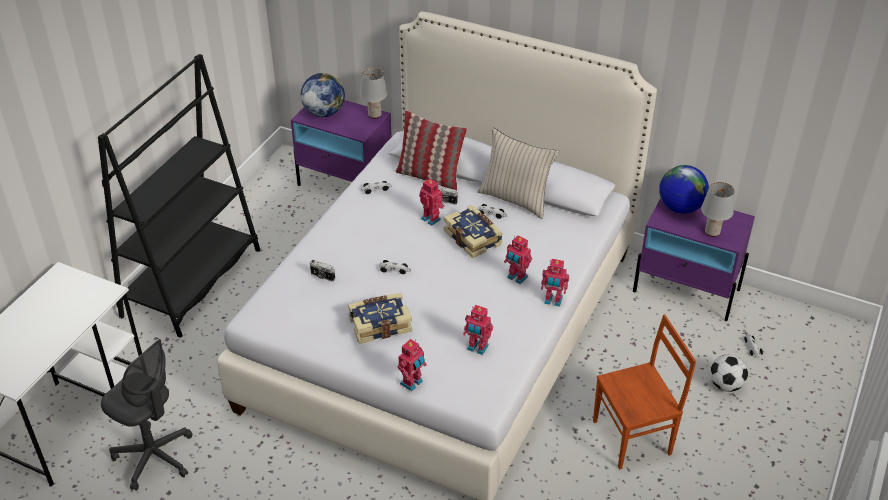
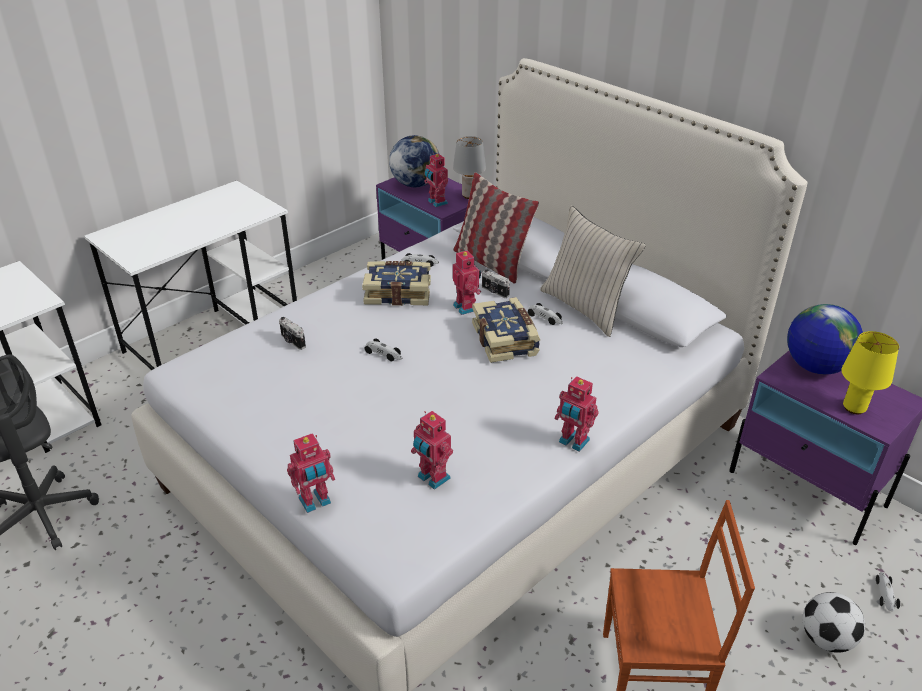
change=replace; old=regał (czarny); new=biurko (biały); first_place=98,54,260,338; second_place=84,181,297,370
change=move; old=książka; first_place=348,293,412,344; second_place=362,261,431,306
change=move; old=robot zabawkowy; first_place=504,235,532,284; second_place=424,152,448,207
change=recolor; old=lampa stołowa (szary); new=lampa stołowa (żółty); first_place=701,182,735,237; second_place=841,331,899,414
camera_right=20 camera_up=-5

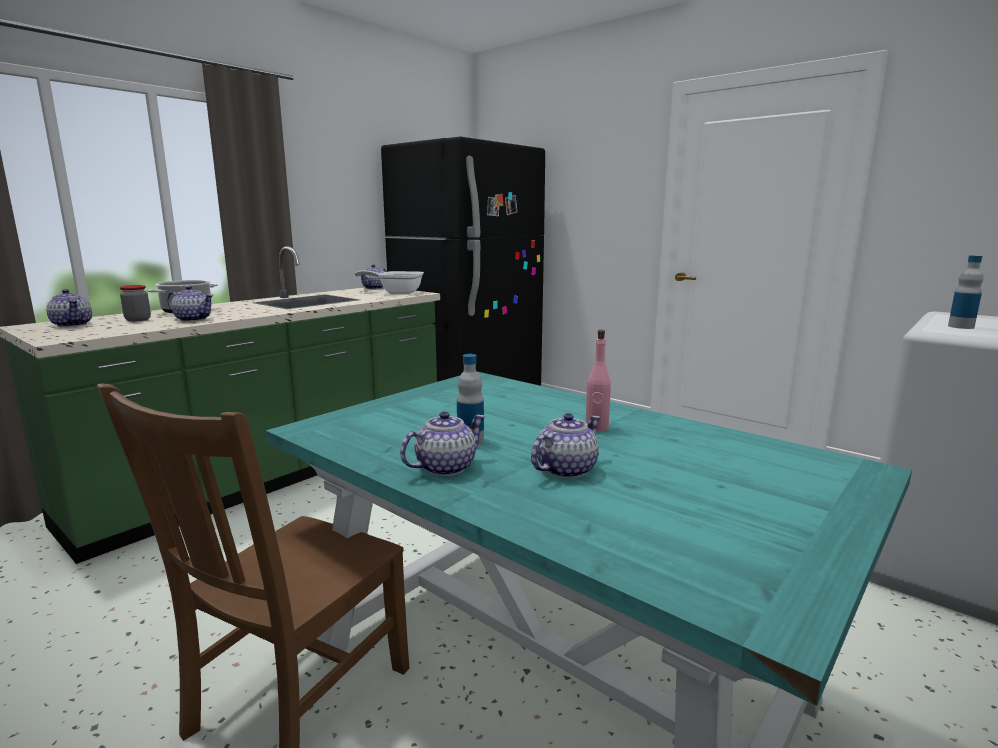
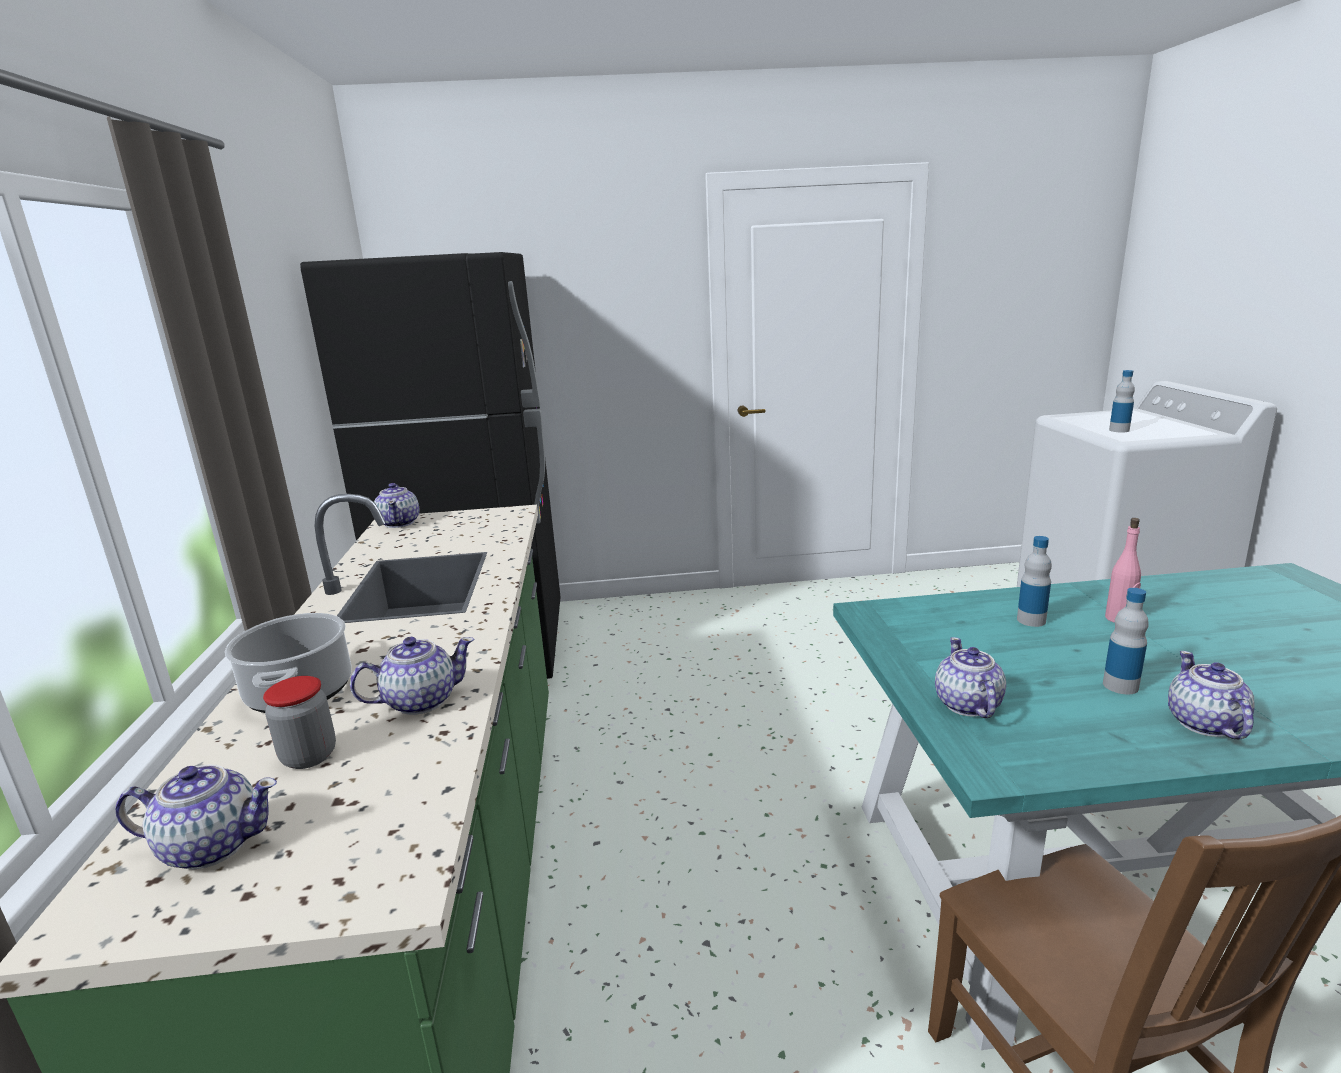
change=delete; old=patelnia; first_place=355,271,424,295
change=move; old=imbryk; first_place=531,413,601,478; second_place=935,637,1006,718
change=insert; new=butelka; second_place=1017,536,1052,627
camera_right=-45 camera_up=5

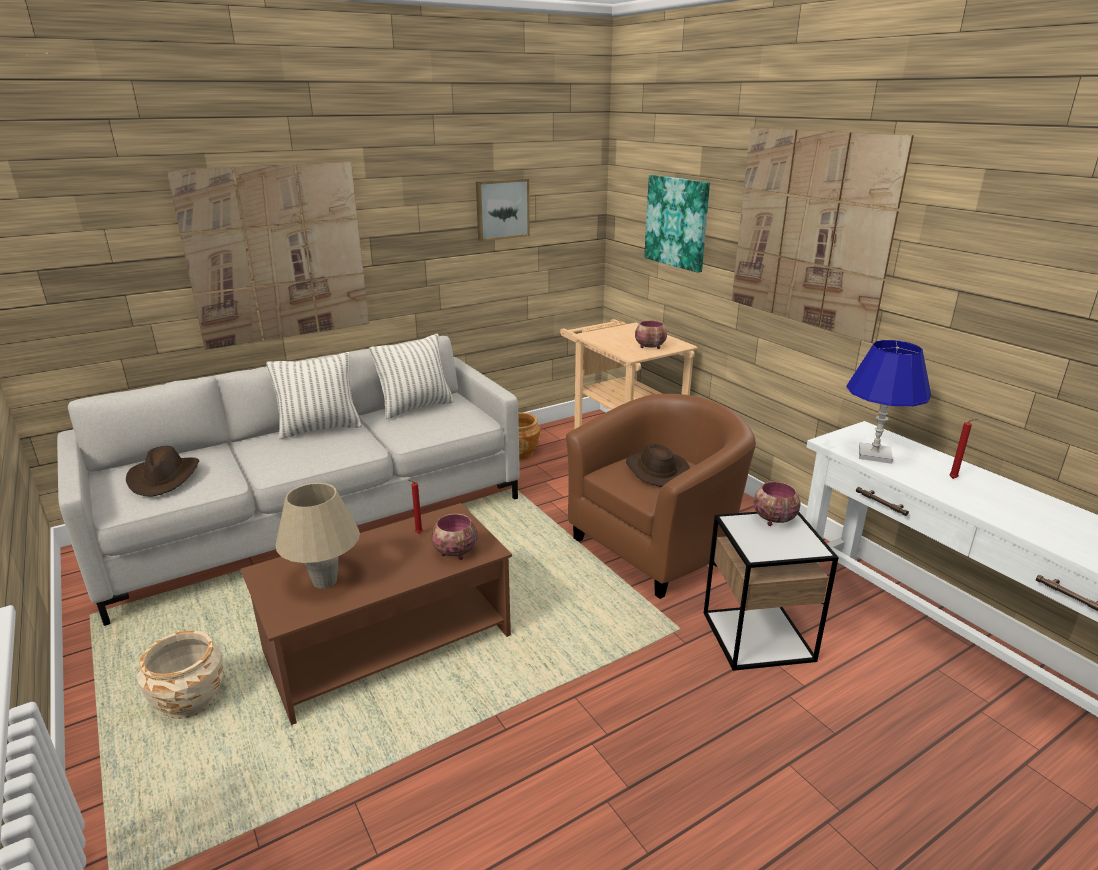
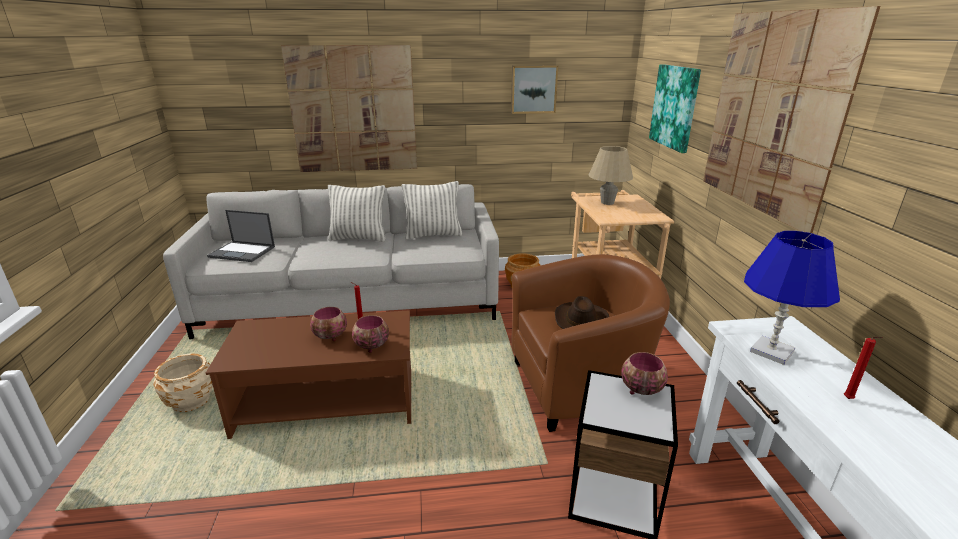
change=replace; old=kapelusz (brązowy); new=laptop; first_place=126,446,199,497; second_place=207,210,275,262
change=move; old=lampa stołowa (beżowy); first_place=276,483,360,589; second_place=588,146,633,205
change=move; old=miska; first_place=635,321,667,349; second_place=310,307,347,341
camera_right=25 camera_up=0

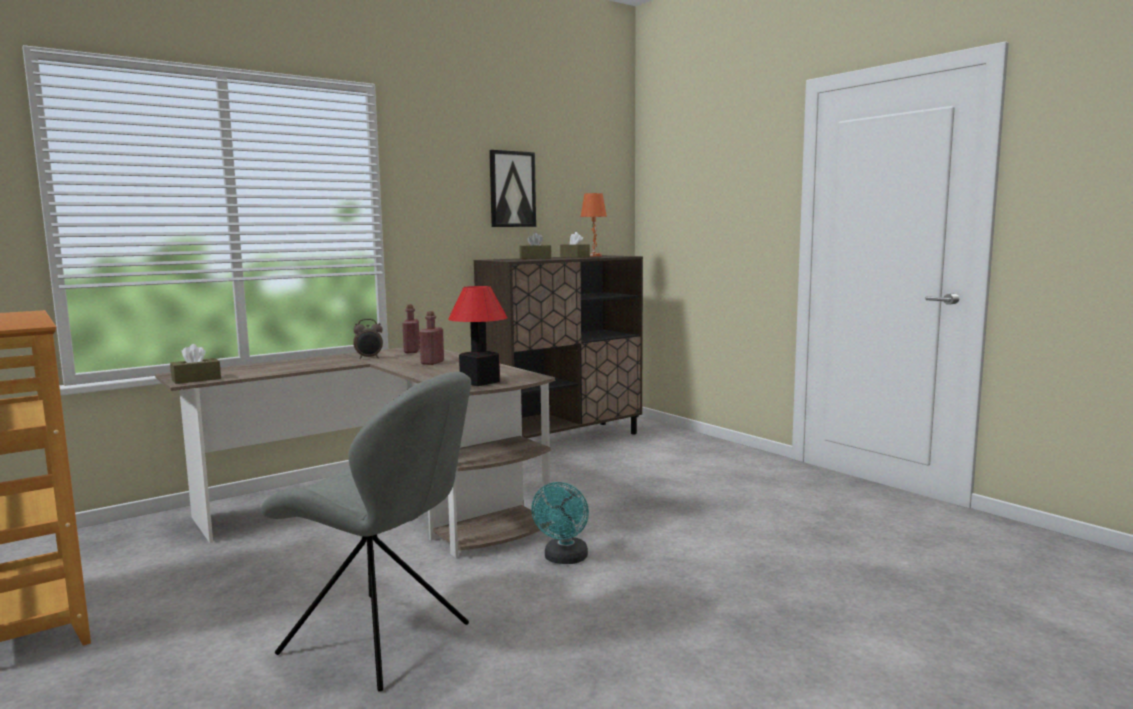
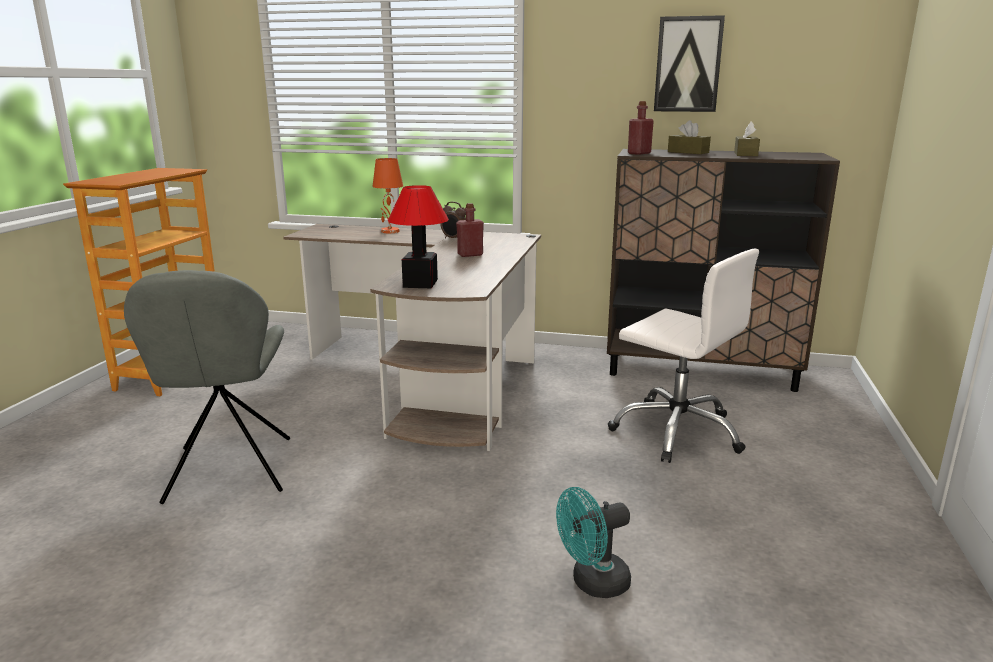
change=delete; old=pudełko chusteczek (brązowy); first_place=170,344,221,384
change=move; old=butelka (czerwony); first_place=402,304,420,353; second_place=628,101,654,155
change=move; old=wentylator (turkusowy); first_place=531,482,589,564; second_place=556,487,631,598
change=move; old=lampa stołowa (pomarańczowy); first_place=581,193,607,256; second_place=372,158,403,233
change=insert; new=krzesło biurowe (biały); second_place=608,249,759,463
camera_right=50 camera_up=10

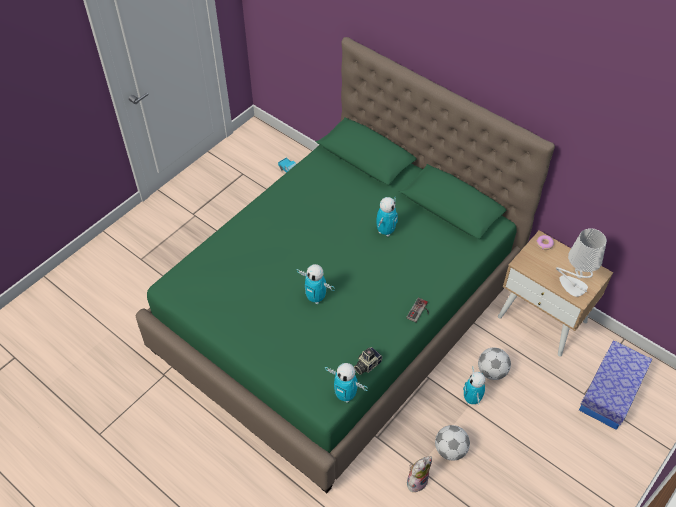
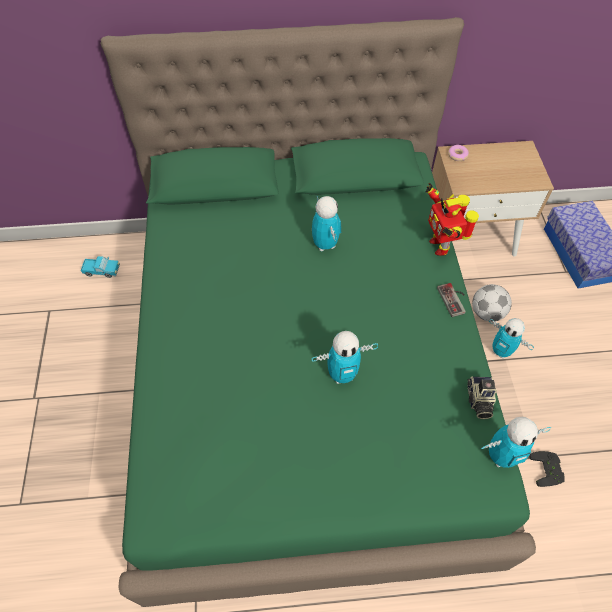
change=replace; old=pluszak; new=pad do gier (czarny); first_place=407,456,432,492; second_place=529,451,564,487
change=delete; old=piłka futbolowa; first_place=435,425,470,461
change=delete; old=lampa stołowa (szary); first_place=556,229,607,297
change=insert; new=robot zabawkowy; second_place=425,183,479,256
camera_right=-45 camera_up=5

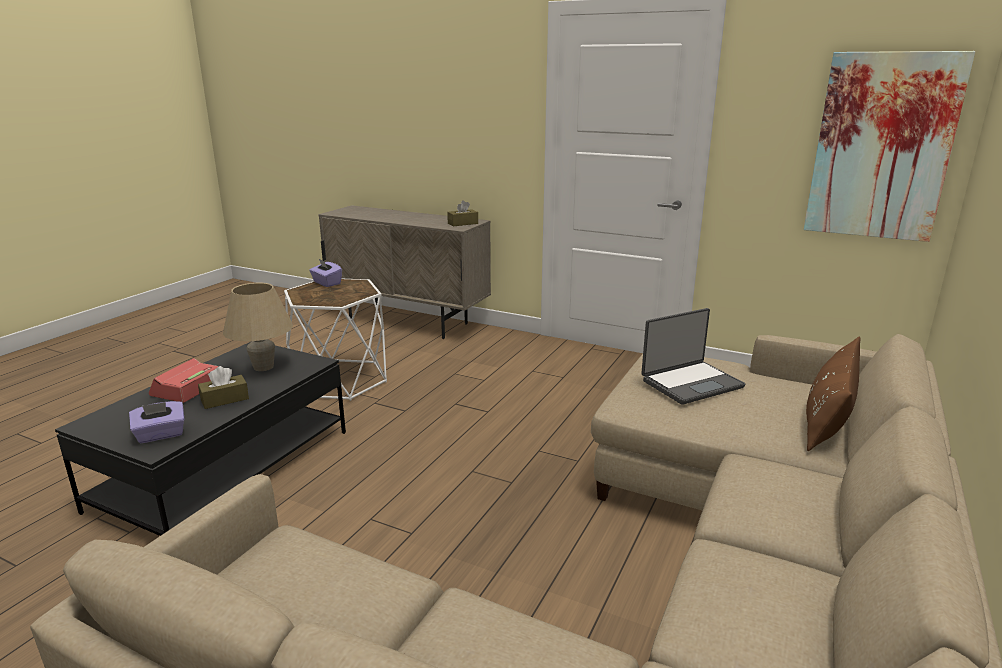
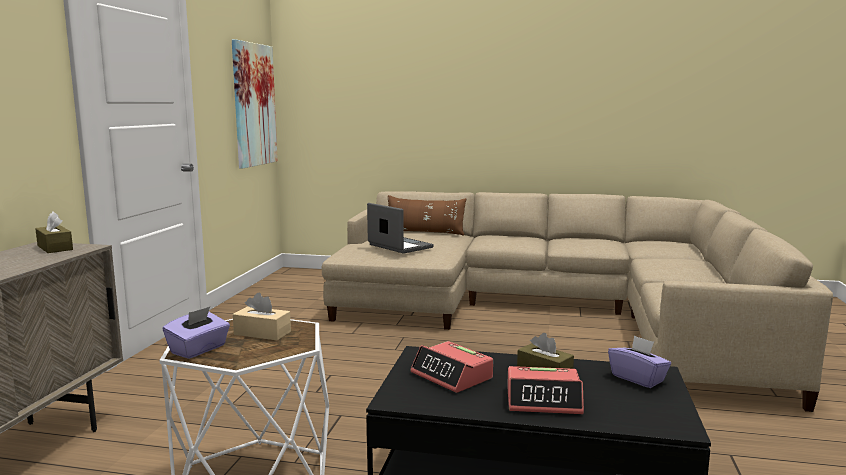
change=replace; old=lampa stołowa (beżowy); new=budzik; first_place=223,283,293,371; second_place=410,341,493,393
change=insert; new=pudełko chusteczek (beżowy); second_place=233,293,291,340
camera_right=-105 camera_up=-10

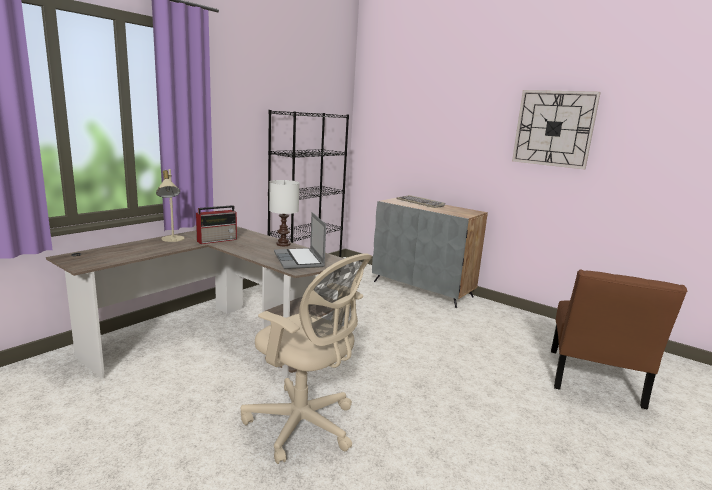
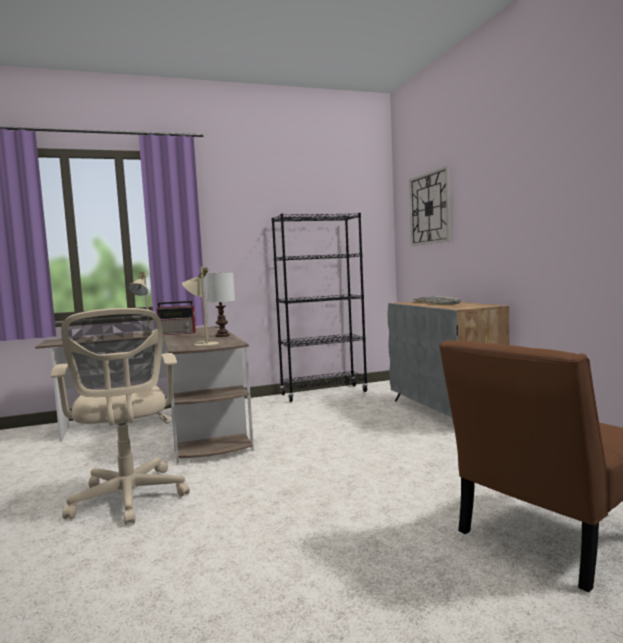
change=replace; old=laptop; new=lampa stołowa (beżowy); first_place=274,212,326,269; second_place=182,266,219,346
change=move; old=zegar ścienny; first_place=512,90,601,169; second_place=409,166,451,246
camera_right=35 camera_up=-10

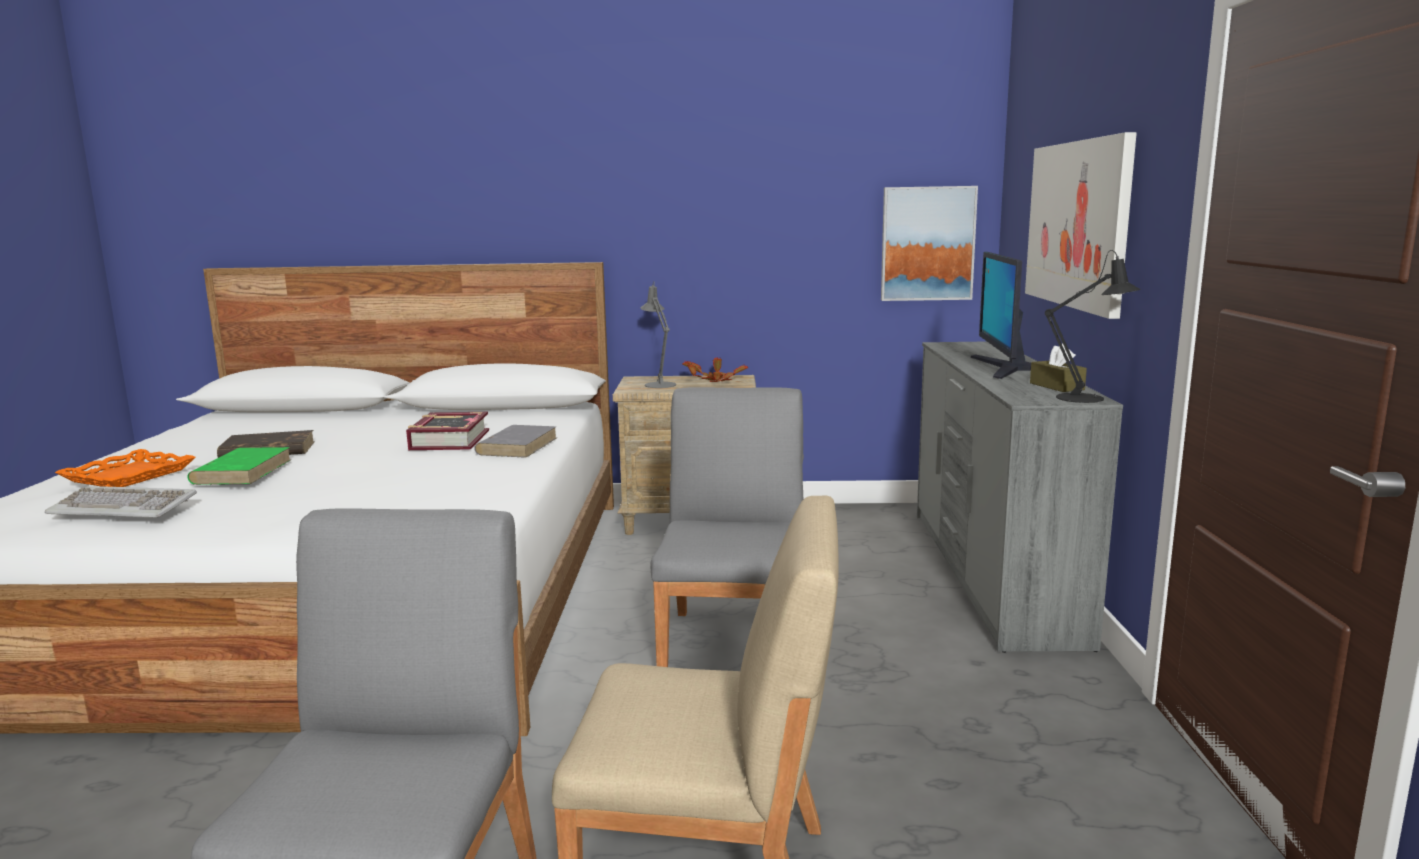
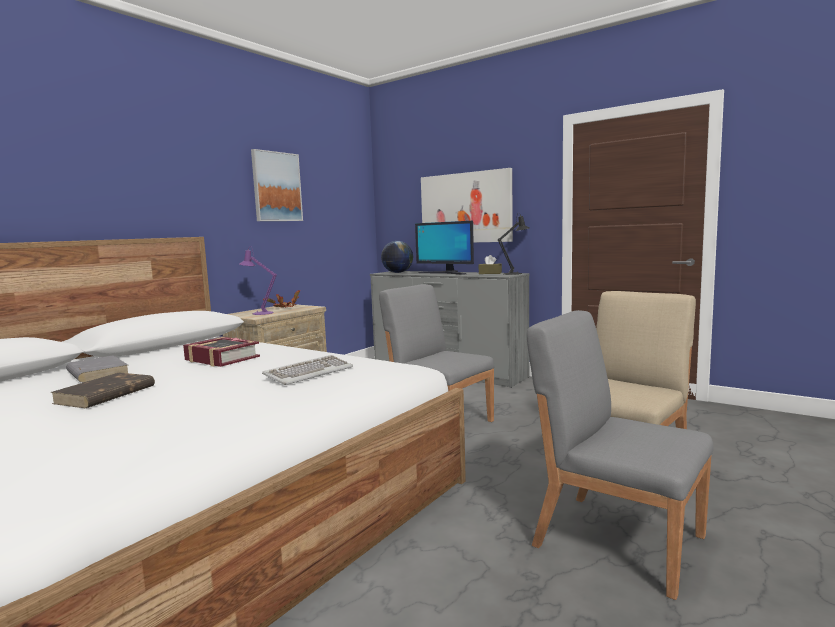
change=move; old=klawiatura; first_place=45,486,197,518; second_place=262,355,353,385
change=delete; old=taca (pomarańczowy); first_place=55,449,196,487
change=delete; old=książka (zielony); first_place=187,447,292,485
change=move; old=książka (szary); first_place=474,425,557,458; second_place=66,355,128,383
change=recolor; old=lampa stołowa (szary); new=lampa stołowa (fioletowy); first_place=640,281,676,388; second_place=240,246,277,315
change=move; old=obraz; first_place=881,186,978,301; second_place=251,149,303,221
change=insert; new=globus; second_place=381,241,413,273
camera_right=-55 camera_up=-5

